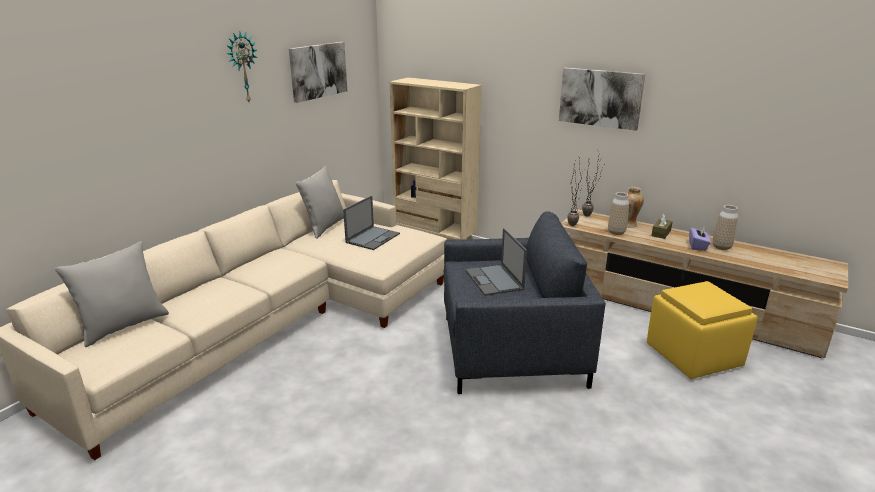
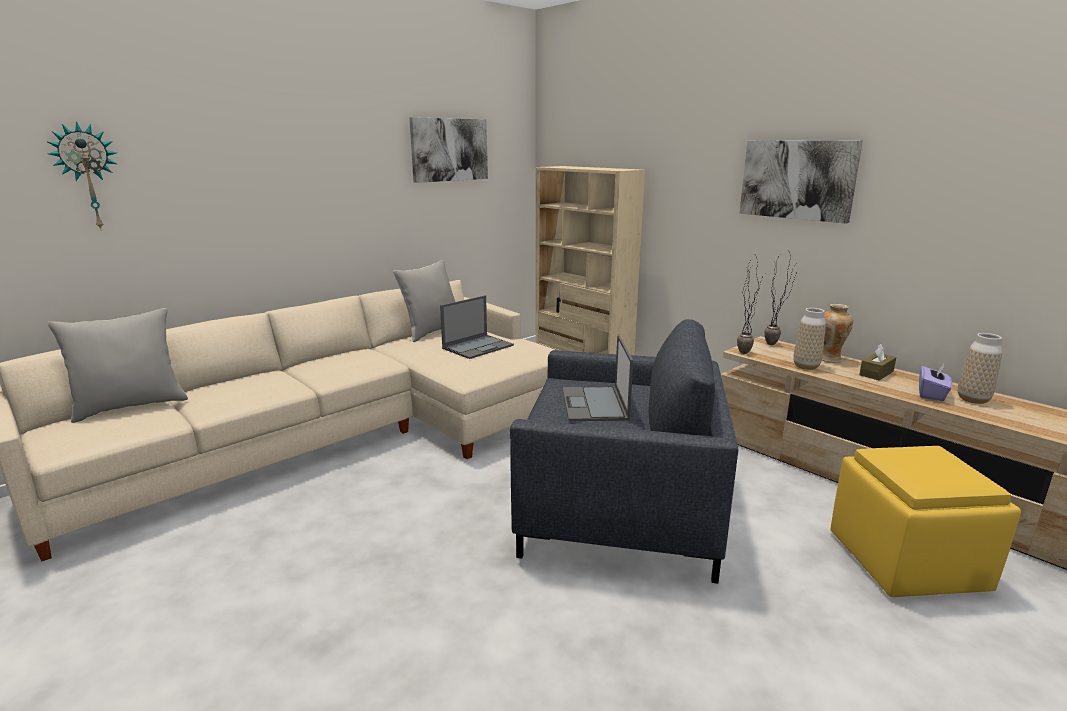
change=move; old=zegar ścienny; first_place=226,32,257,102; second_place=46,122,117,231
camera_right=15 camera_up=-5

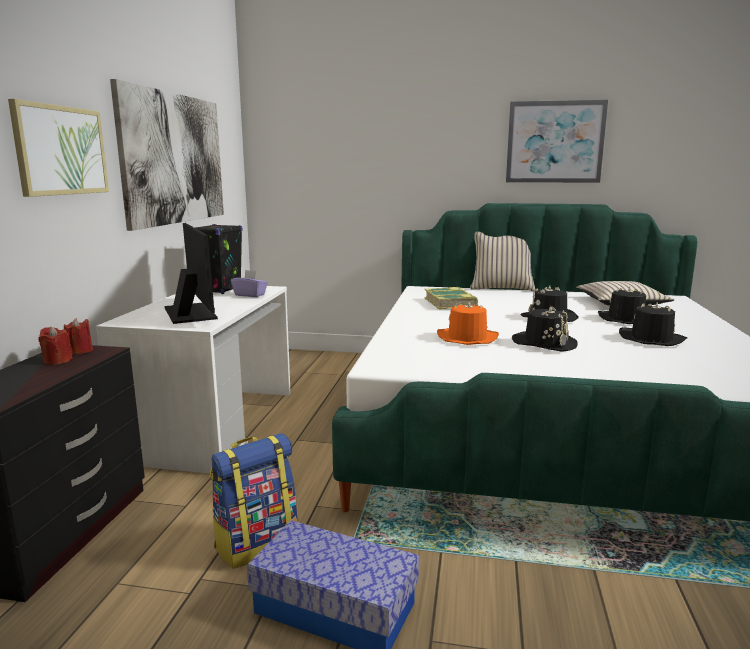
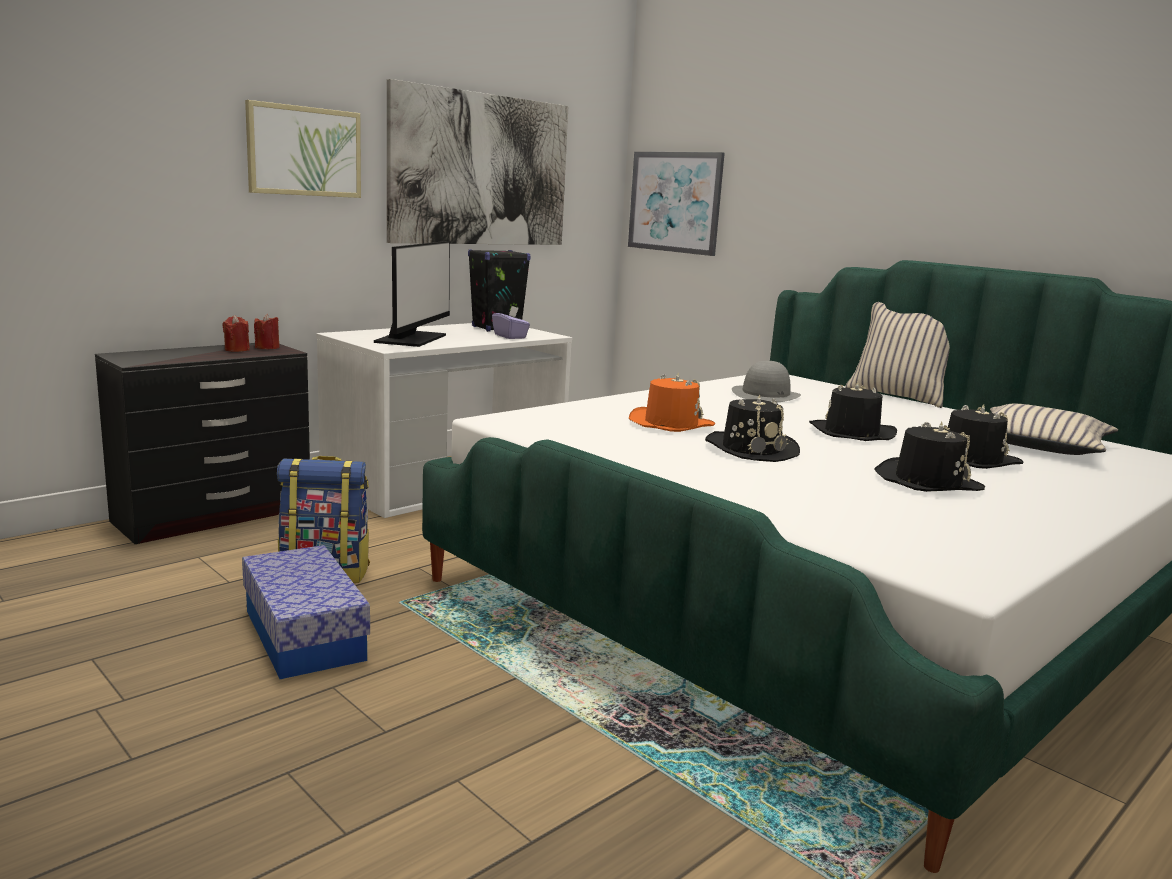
change=replace; old=książka; new=kapelusz (szary); first_place=425,287,478,309; second_place=732,361,801,402
change=move; old=obraz; first_place=506,100,608,183; second_place=628,152,725,256
camera_right=35 camera_up=0

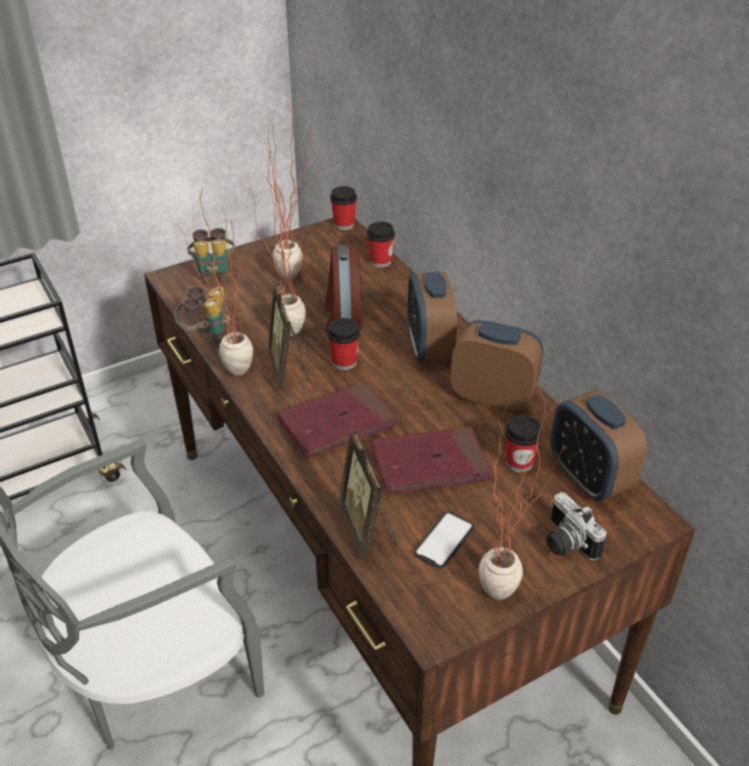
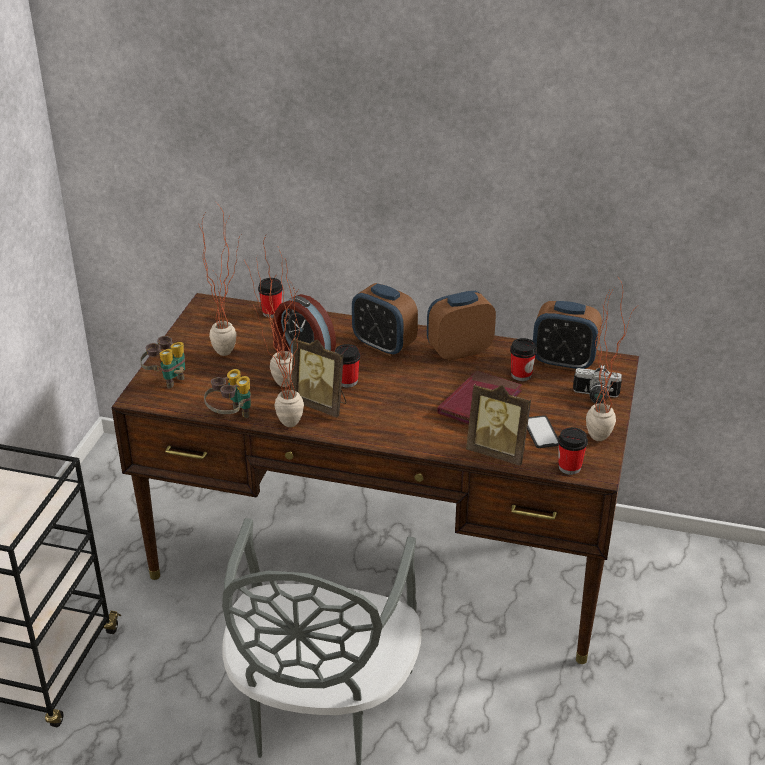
change=delete; old=książka (czerwony); first_place=277,382,397,458
change=move; old=filiżanka; first_place=330,186,357,230; second_place=558,427,588,475
camera_right=-45 camera_up=-5

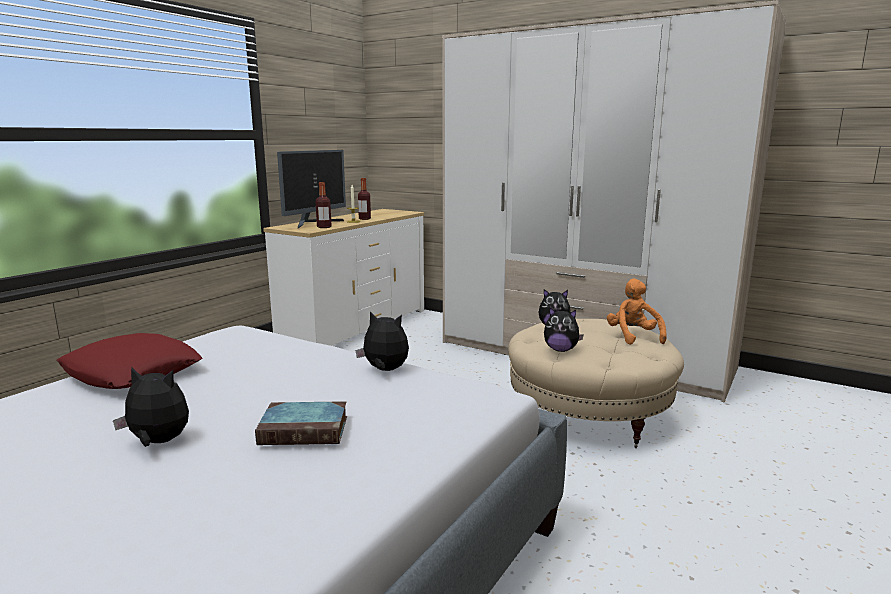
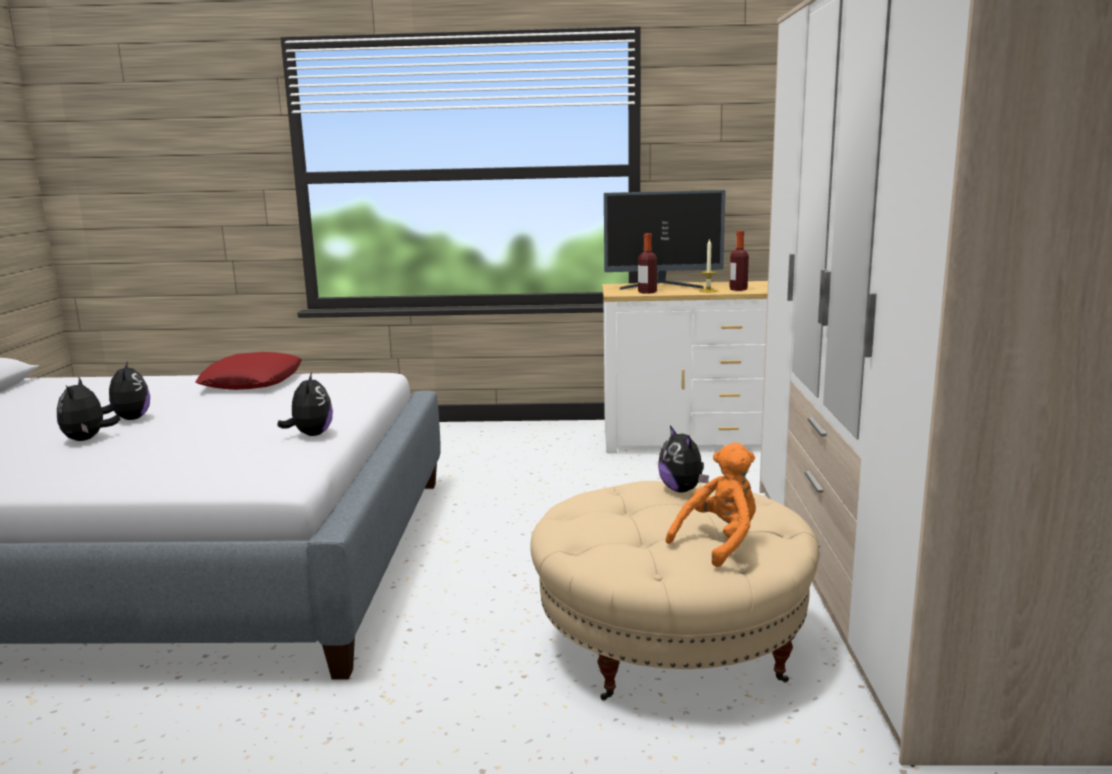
change=delete; old=książka; first_place=255,401,347,445
change=move; old=pluszak; first_place=544,307,584,352; second_place=57,377,120,441
camera_right=60 camera_up=0

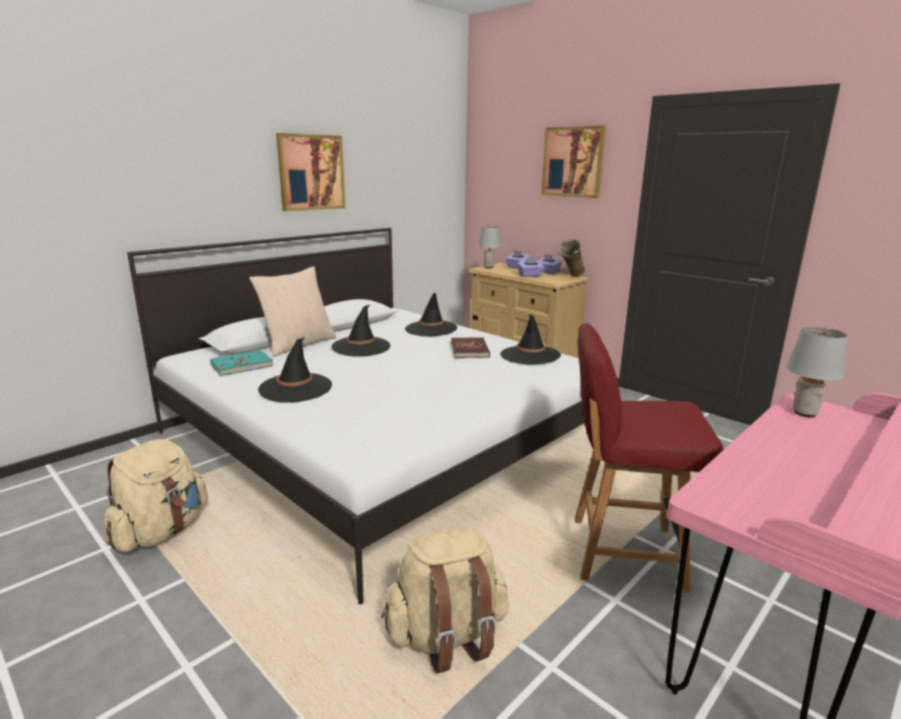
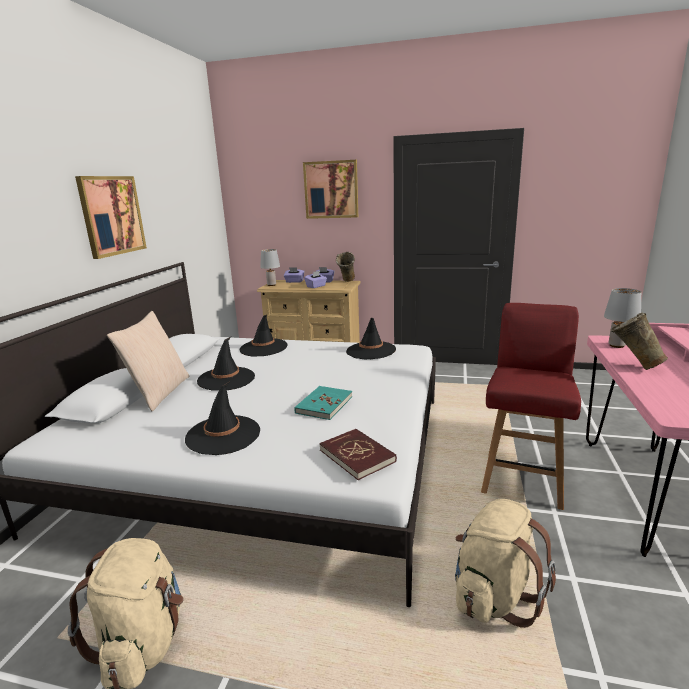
change=move; old=książka (turkusowy); first_place=210,350,273,376; second_place=294,386,352,420
change=move; old=książka (czerwony); first_place=451,337,490,358; second_place=319,429,397,480
change=rotate; old=krzesło (czerwony); first_place=575,323,724,592; second_place=481,303,581,510; degrees=135
change=insert; new=wazon (beżowy); second_place=610,313,668,370
camera_right=-30 camera_up=0

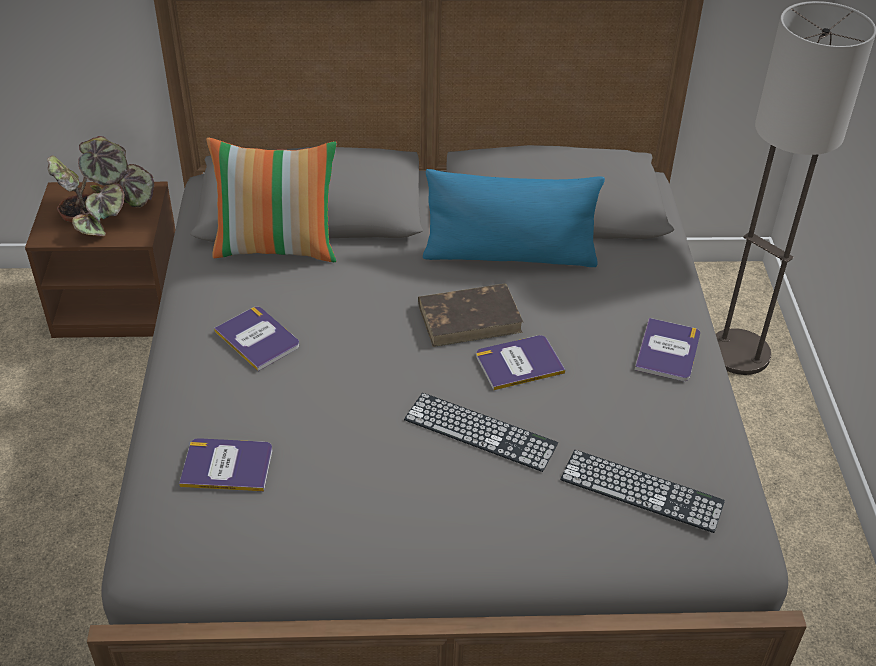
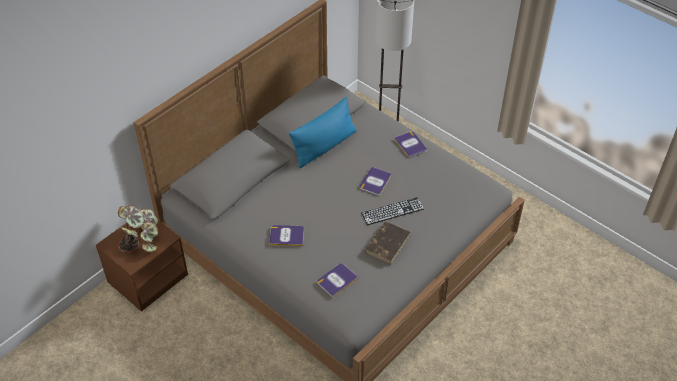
change=delete; old=poduszka; first_place=206,138,337,262
change=move; old=książka (brązowy); first_place=418,283,523,347; second_place=365,222,410,265
change=delete; old=klawiatura; first_place=560,450,725,533
camera_right=-45 camera_up=5

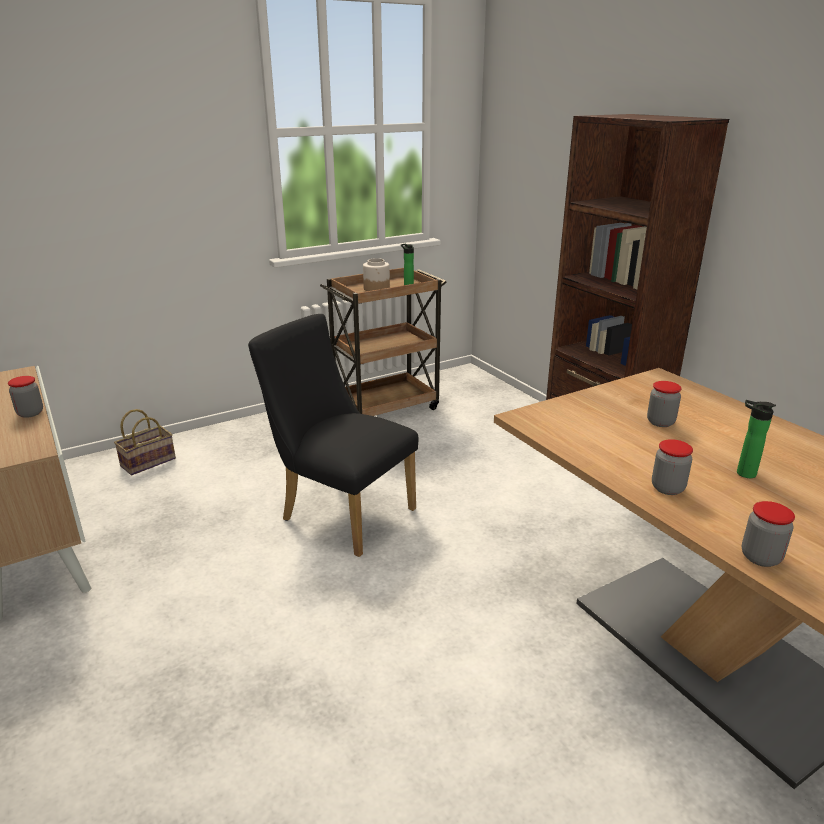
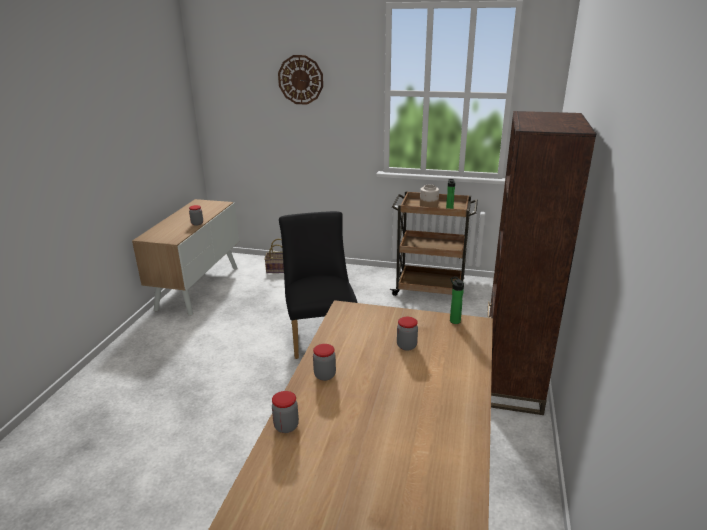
change=move; old=butelka; first_place=737,400,776,478; second_place=450,277,464,324
change=insert; new=zegar ścienny; second_place=278,55,323,105
camera_right=45 camera_up=0

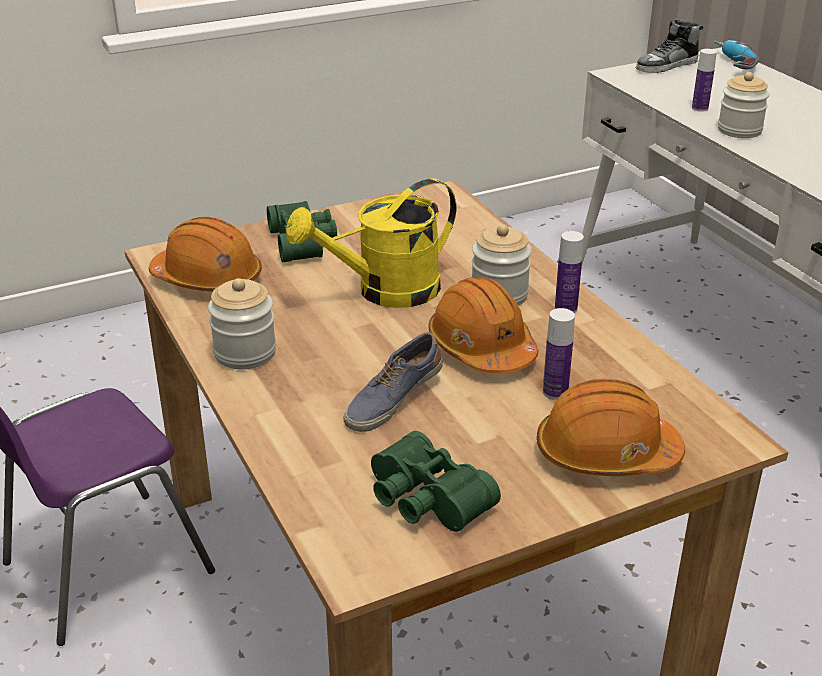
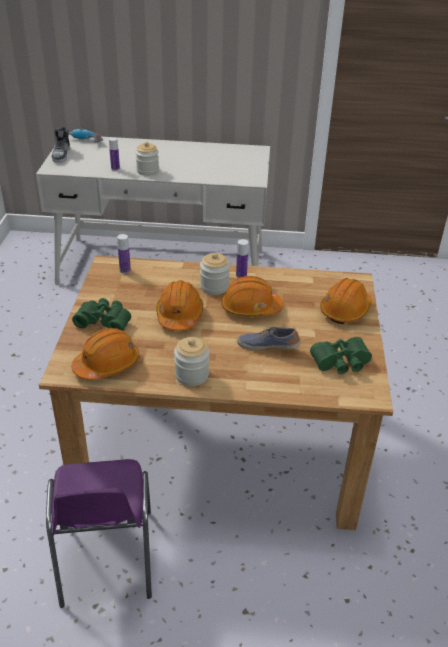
change=replace; old=konewka (żółty); new=kask (pomarańczowy); first_place=286,179,456,308; second_place=156,280,203,331
change=rotate; old=but; first_place=344,332,443,432; second_place=237,327,300,350; degrees=120
change=move; old=butelka; first_place=543,308,575,400; second_place=117,234,131,274
camera_right=-60 camera_up=5

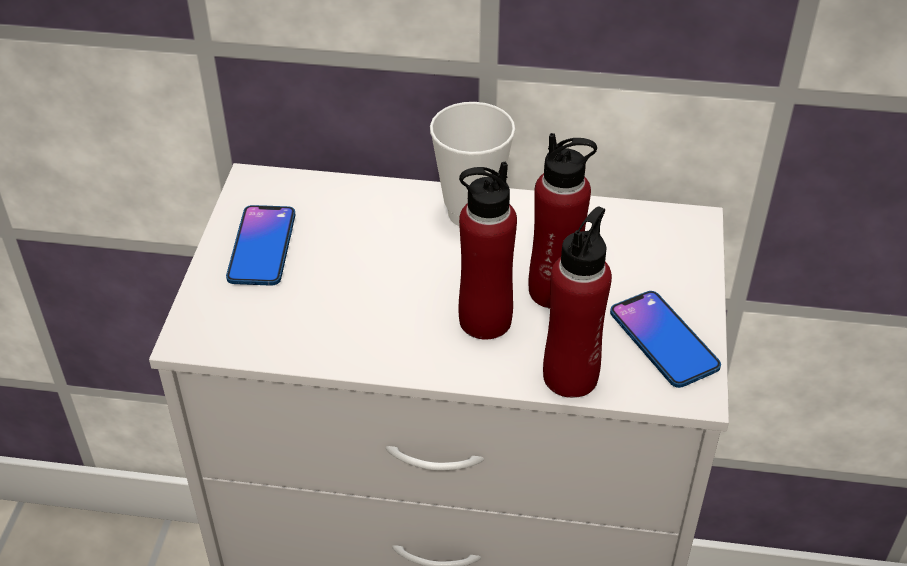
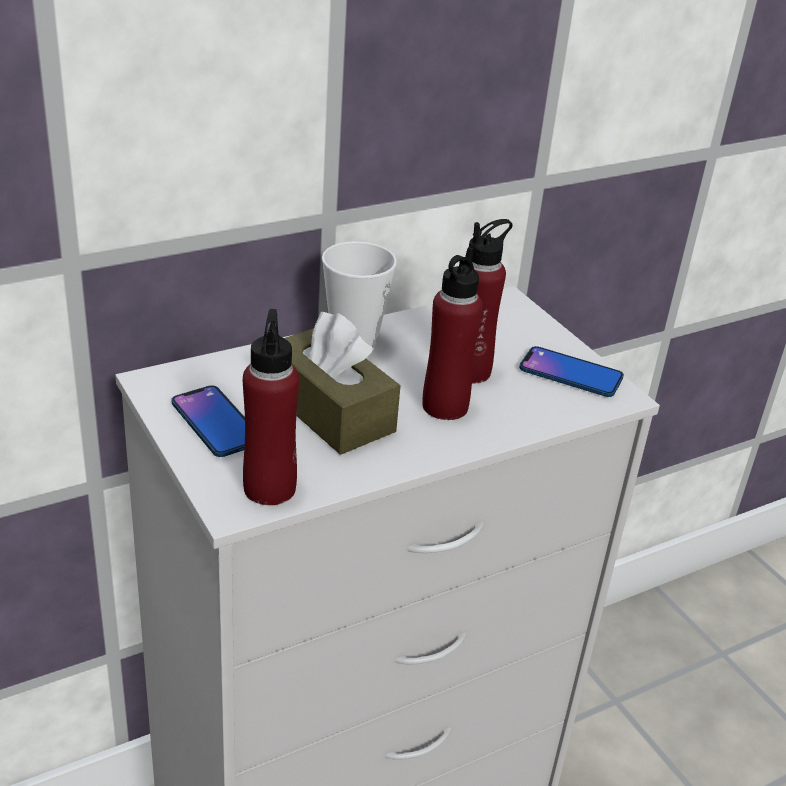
change=move; old=butelka (czerwony); first_place=543,206,612,398; second_place=243,309,299,505
change=insert; new=pudełko chusteczek (brązowy); second_place=284,312,401,455
camera_right=-40 camera_up=-10

